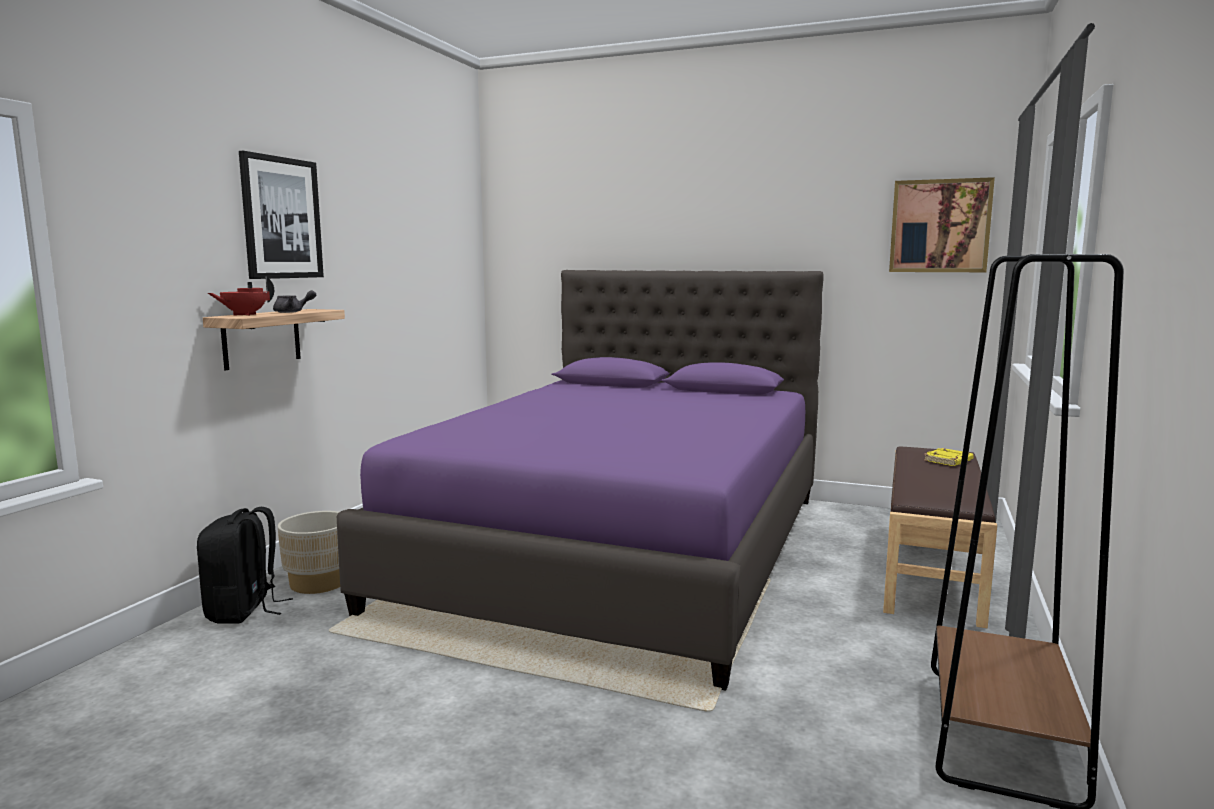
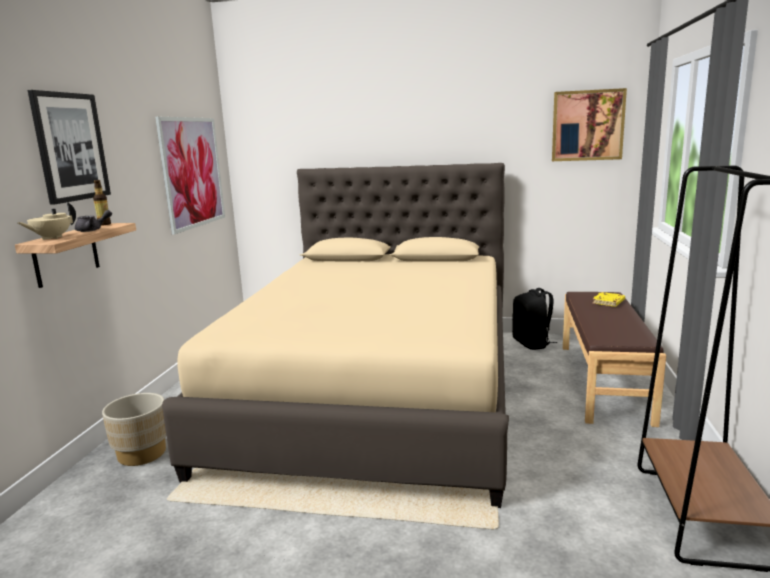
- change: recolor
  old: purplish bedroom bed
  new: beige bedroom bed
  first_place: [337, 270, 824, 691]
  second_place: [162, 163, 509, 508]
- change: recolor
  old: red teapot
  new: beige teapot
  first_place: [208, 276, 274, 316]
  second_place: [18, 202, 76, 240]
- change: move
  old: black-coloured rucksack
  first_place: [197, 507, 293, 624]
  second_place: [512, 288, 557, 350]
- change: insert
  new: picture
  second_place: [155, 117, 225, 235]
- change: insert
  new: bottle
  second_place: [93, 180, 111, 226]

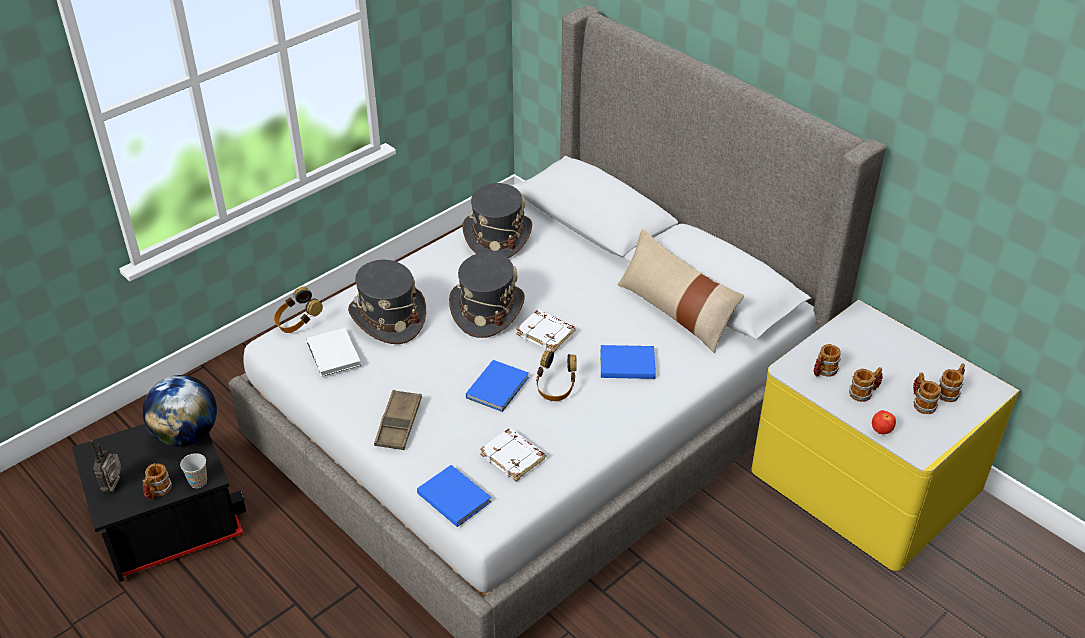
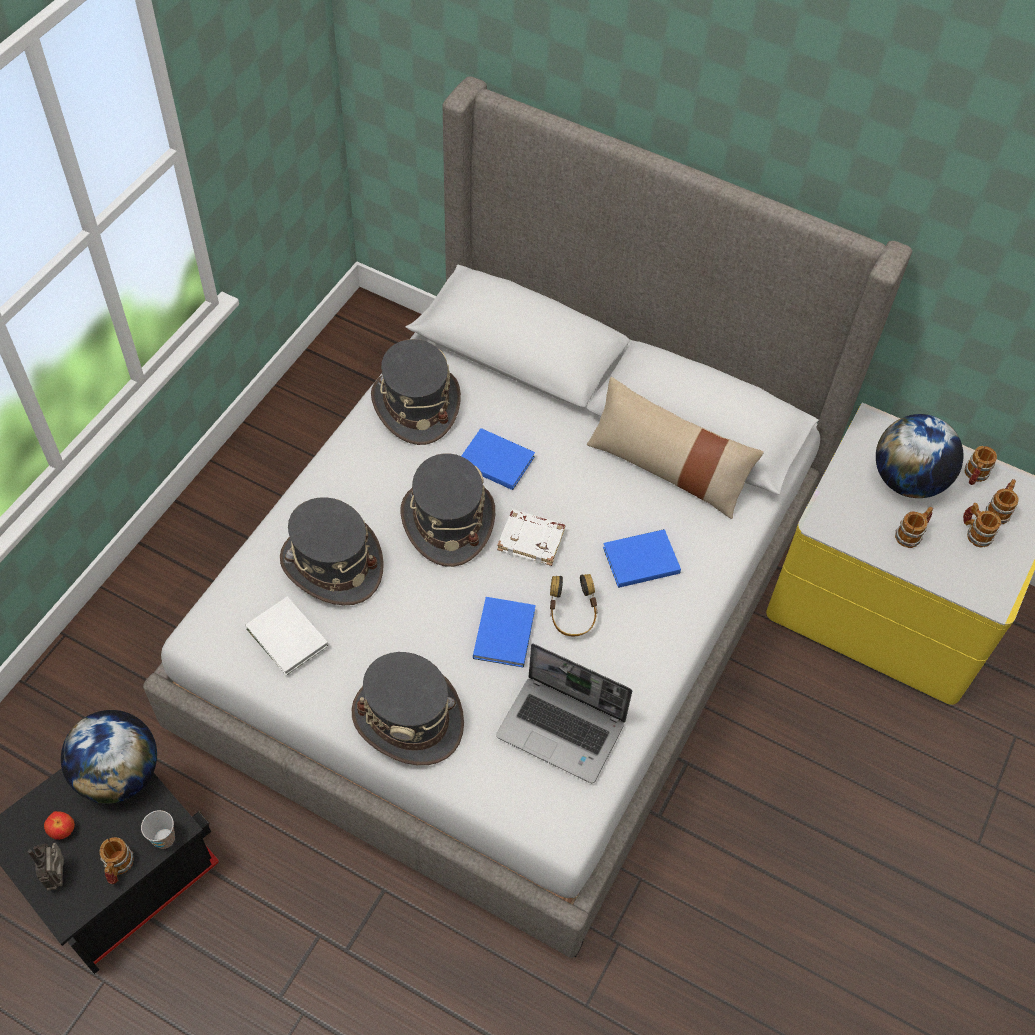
- change: delete
  old: pair of headphones
  first_place: [274, 287, 323, 333]
- change: move
  old: mug
  first_place: [814, 344, 841, 377]
  second_place: [965, 446, 997, 485]
- change: replace
  old: brownish tray
  new: gray wearable hat
  first_place: [374, 390, 422, 450]
  second_place: [352, 652, 464, 765]
- change: move
  old: apple
  first_place: [872, 410, 896, 434]
  second_place: [44, 811, 75, 840]
- change: replace
  old: white volume
  new: portable computer
  first_place: [480, 428, 546, 482]
  second_place: [496, 643, 632, 783]
- change: move
  old: bluish volume
  first_place: [417, 465, 491, 527]
  second_place: [461, 428, 535, 490]
- change: insert
  new: world globe
  second_place: [876, 414, 964, 498]

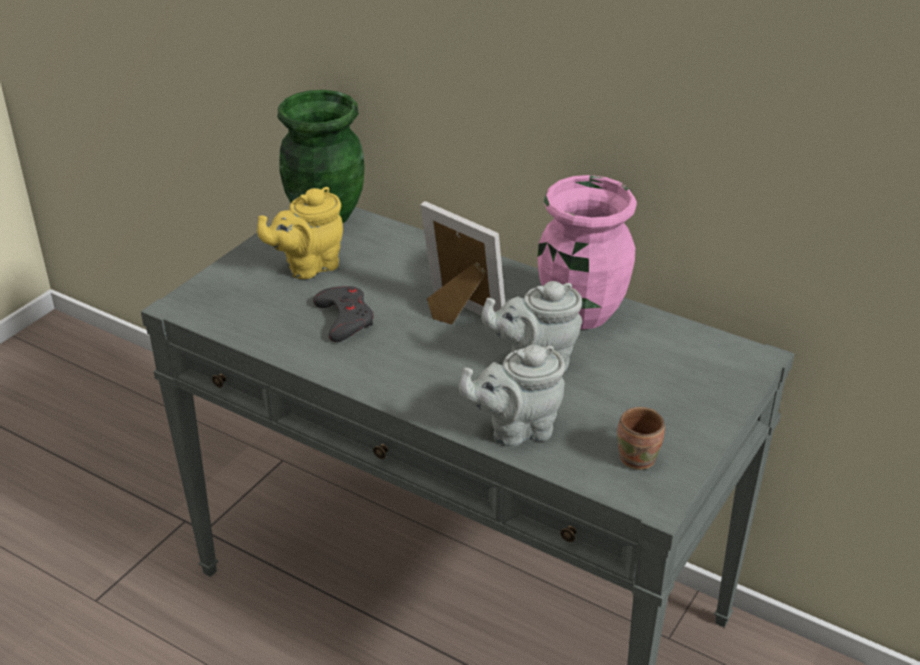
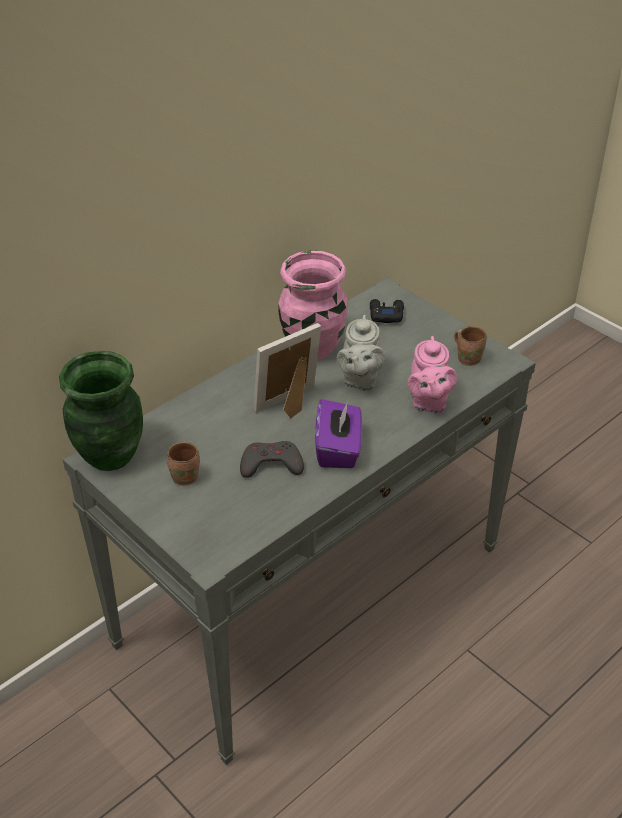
- change: replace
  old: yellowish teapot
  new: brownish mug
  first_place: [257, 187, 343, 279]
  second_place: [167, 441, 200, 486]
- change: recolor
  old: gray teapot
  new: pinkish teapot
  first_place: [459, 345, 565, 447]
  second_place: [407, 336, 457, 413]
- change: insert
  new: black-coloured game controller
  second_place: [370, 299, 404, 323]
- change: insert
  new: purplish box of tissues
  second_place: [315, 399, 362, 468]

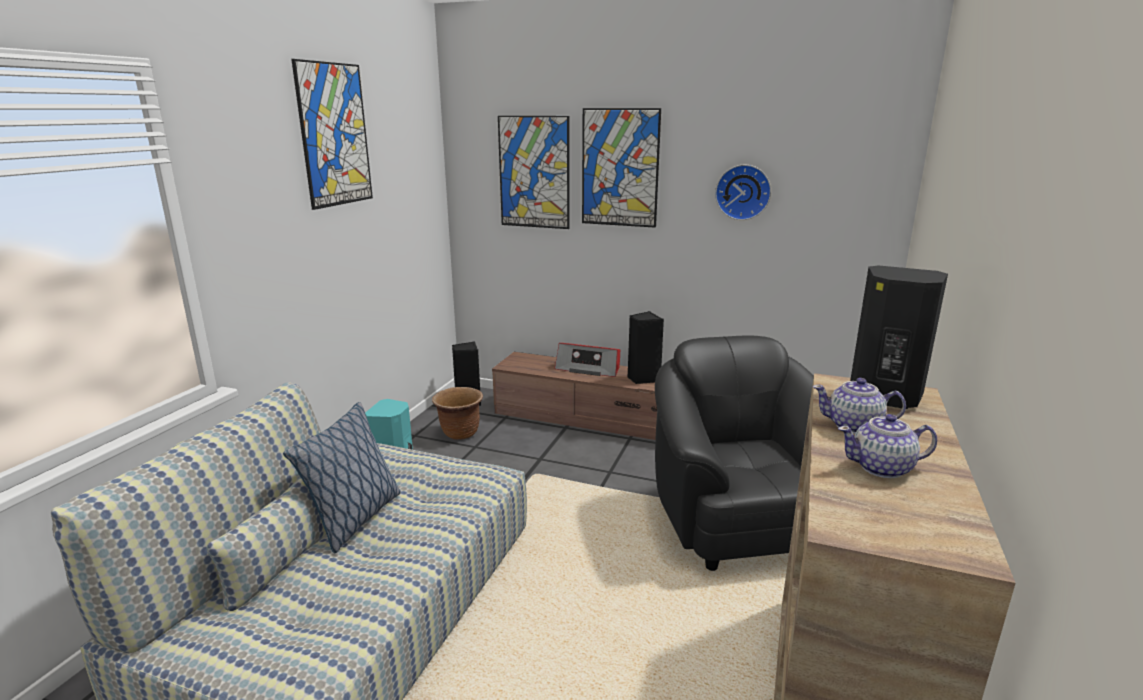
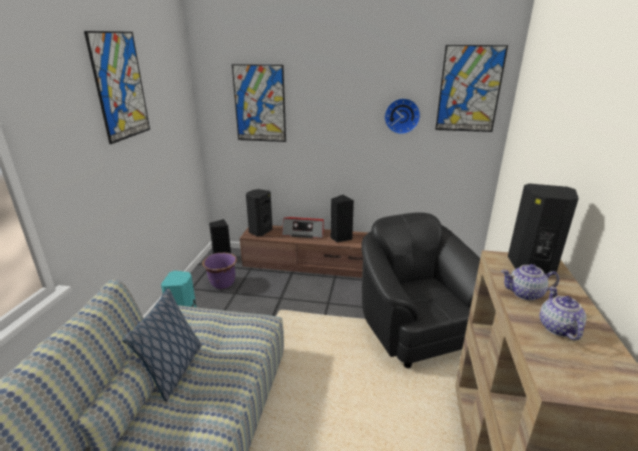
- change: move
  old: picture
  first_place: [582, 108, 661, 228]
  second_place: [435, 45, 508, 132]
- change: recolor
  old: brownish plant pot
  new: purplish plant pot
  first_place: [432, 387, 483, 440]
  second_place: [202, 253, 237, 289]
- change: rotate
  old: teapot
  first_place: [838, 414, 937, 478]
  second_place: [539, 287, 587, 340]
  degrees: 105
- change: insert
  new: black-coloured speaker
  second_place: [246, 189, 273, 236]

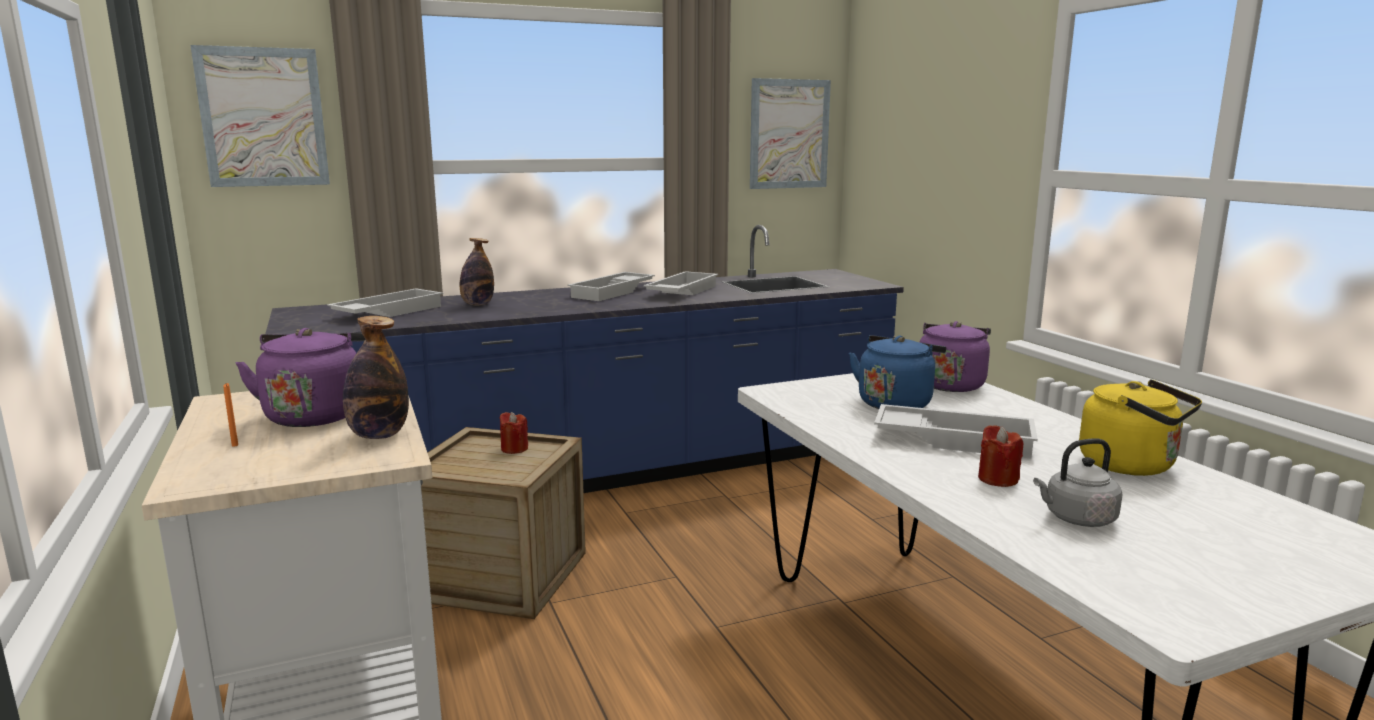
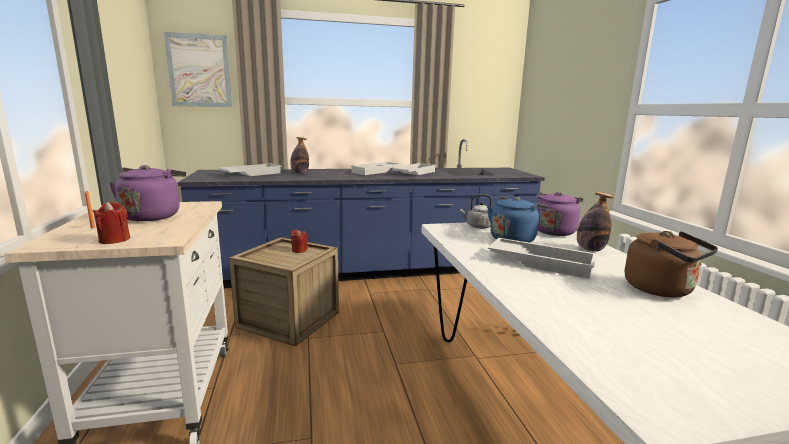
- change: delete
  old: picture
  first_place: [750, 78, 831, 189]
- change: move
  old: bottle
  first_place: [343, 316, 409, 439]
  second_place: [577, 192, 613, 252]
- change: recolor
  old: yellowish kettle
  new: brownish kettle
  first_place: [1079, 379, 1202, 476]
  second_place: [625, 231, 718, 297]
- change: move
  old: red wax candle
  first_place: [978, 425, 1023, 487]
  second_place: [93, 202, 130, 244]
- change: move
  old: gray kettle
  first_place: [1033, 438, 1123, 527]
  second_place: [459, 194, 492, 229]

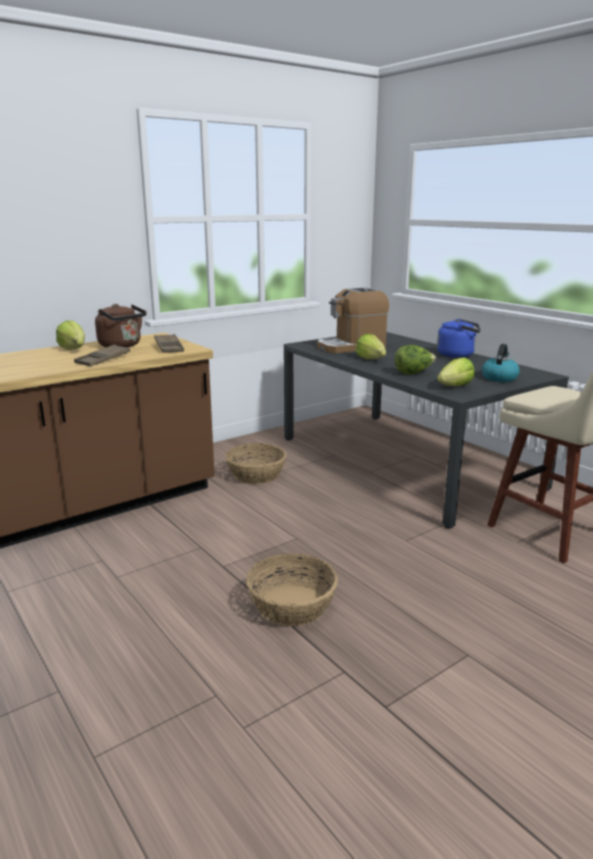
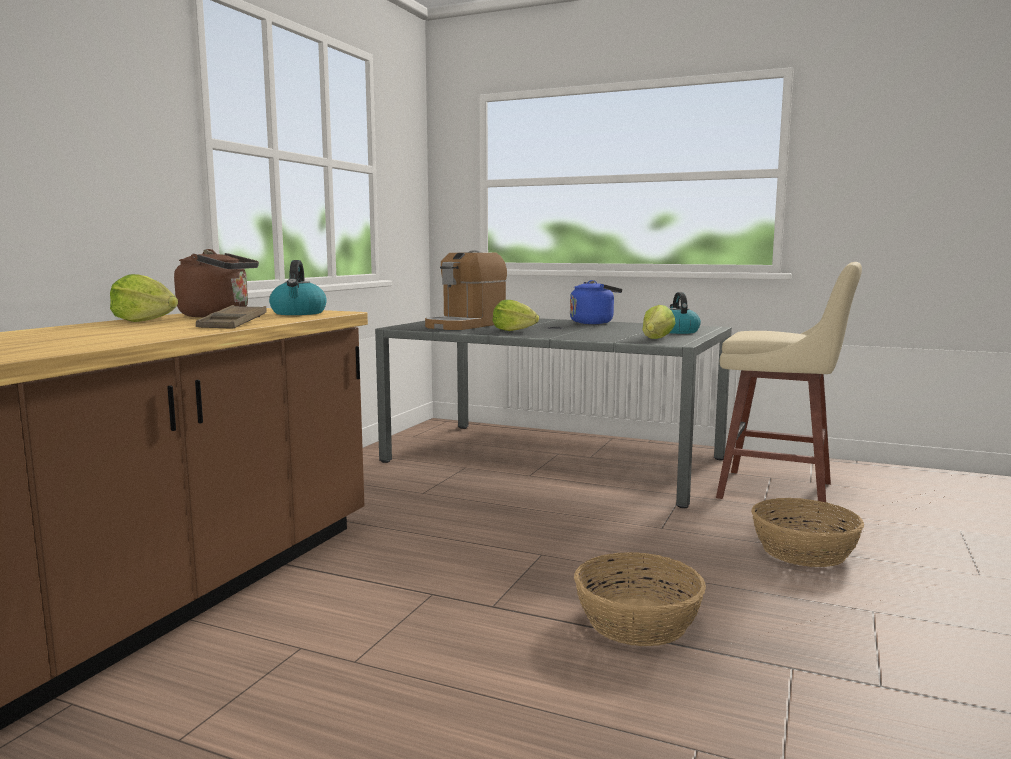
- change: replace
  old: brownish tray
  new: kettle
  first_place: [154, 334, 184, 353]
  second_place: [269, 260, 327, 315]
- change: delete
  old: lettuce
  first_place: [395, 345, 436, 374]
- change: move
  old: storage basket
  first_place: [225, 443, 287, 484]
  second_place: [751, 498, 865, 567]

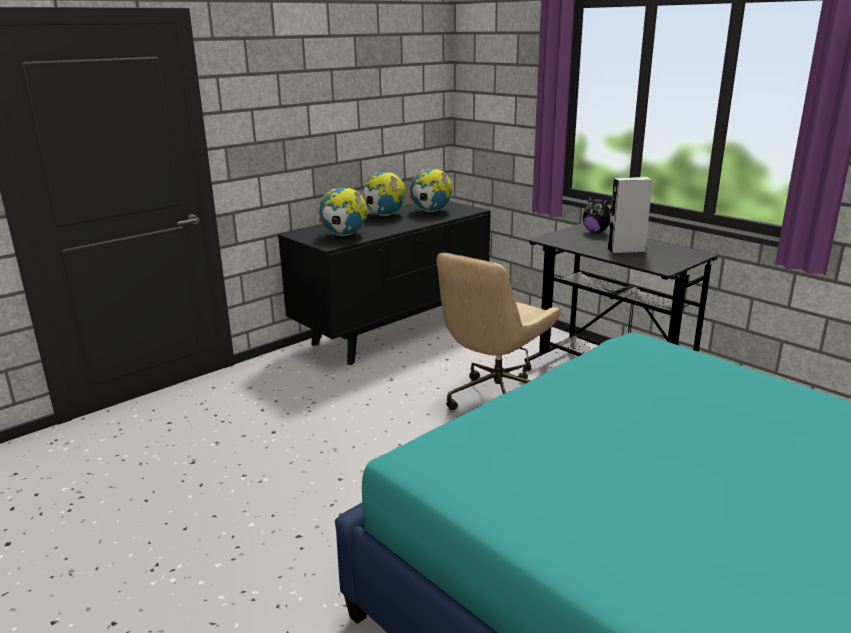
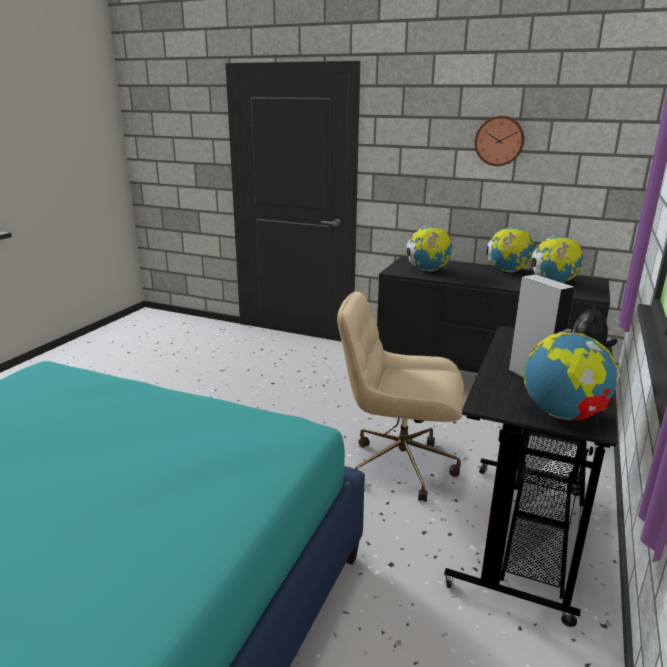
- change: insert
  new: clock on the wall
  second_place: [475, 116, 525, 166]
- change: insert
  new: world globe
  second_place: [524, 329, 620, 420]

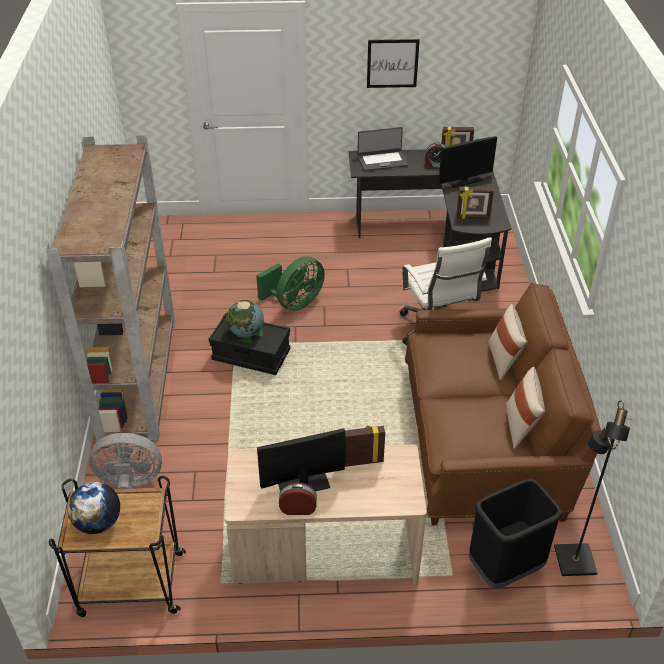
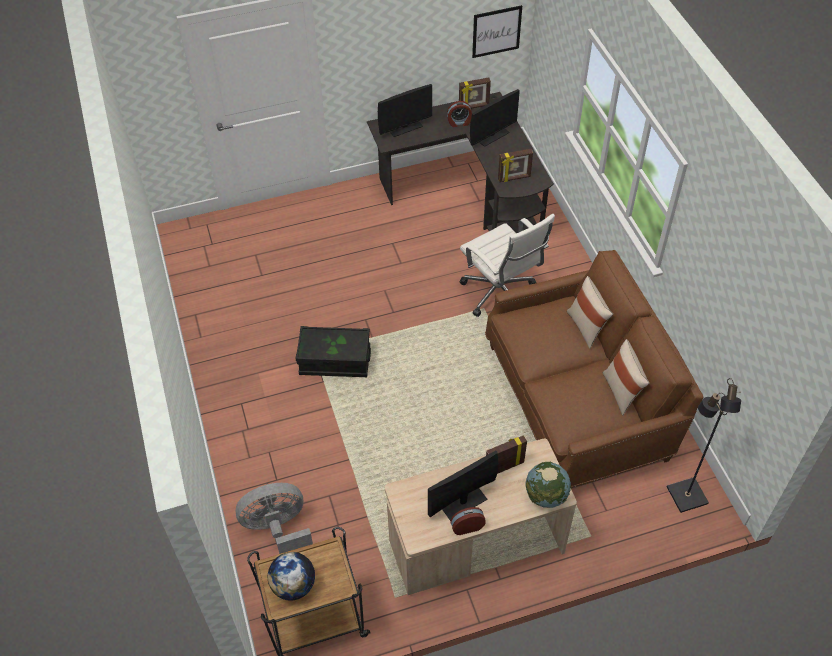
- change: move
  old: picture
  first_place: [367, 39, 420, 88]
  second_place: [472, 5, 522, 58]
- change: replace
  old: portable computer
  new: computer display
  first_place: [358, 127, 408, 171]
  second_place: [378, 84, 432, 137]
- change: delete
  old: brownish bookshelf
  first_place: [46, 135, 175, 442]
- change: delete
  old: greenish electric fan
  first_place: [256, 257, 325, 311]
- change: move
  old: world globe
  first_place: [226, 300, 264, 338]
  second_place: [525, 462, 571, 508]
- change: delete
  old: black-coloured waste bin
  first_place: [469, 479, 563, 589]

